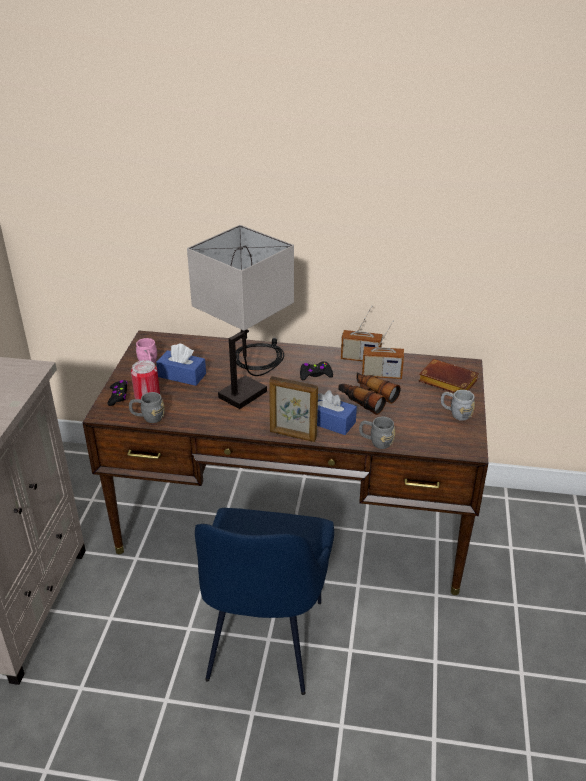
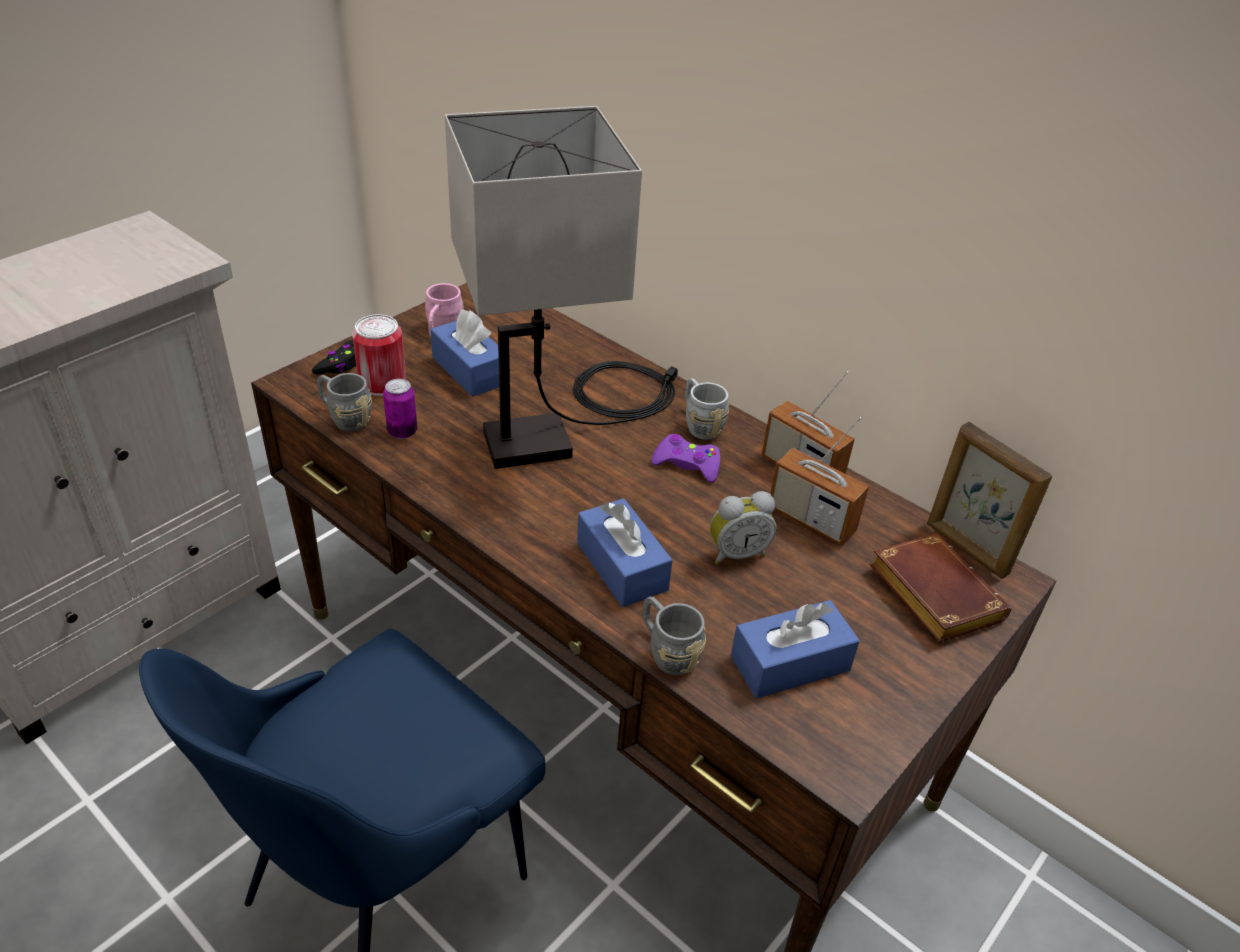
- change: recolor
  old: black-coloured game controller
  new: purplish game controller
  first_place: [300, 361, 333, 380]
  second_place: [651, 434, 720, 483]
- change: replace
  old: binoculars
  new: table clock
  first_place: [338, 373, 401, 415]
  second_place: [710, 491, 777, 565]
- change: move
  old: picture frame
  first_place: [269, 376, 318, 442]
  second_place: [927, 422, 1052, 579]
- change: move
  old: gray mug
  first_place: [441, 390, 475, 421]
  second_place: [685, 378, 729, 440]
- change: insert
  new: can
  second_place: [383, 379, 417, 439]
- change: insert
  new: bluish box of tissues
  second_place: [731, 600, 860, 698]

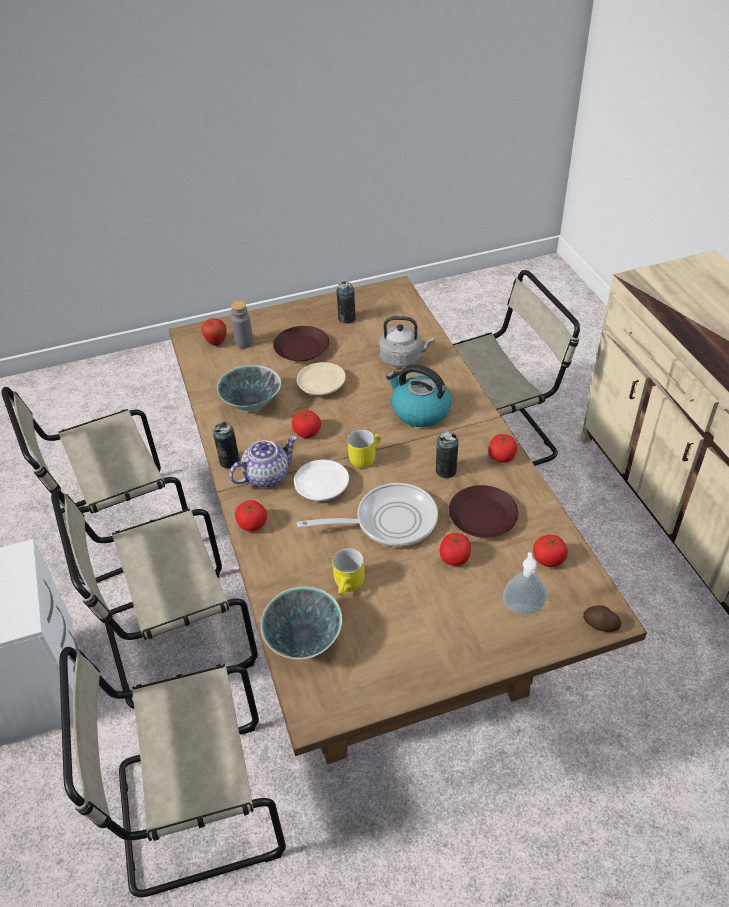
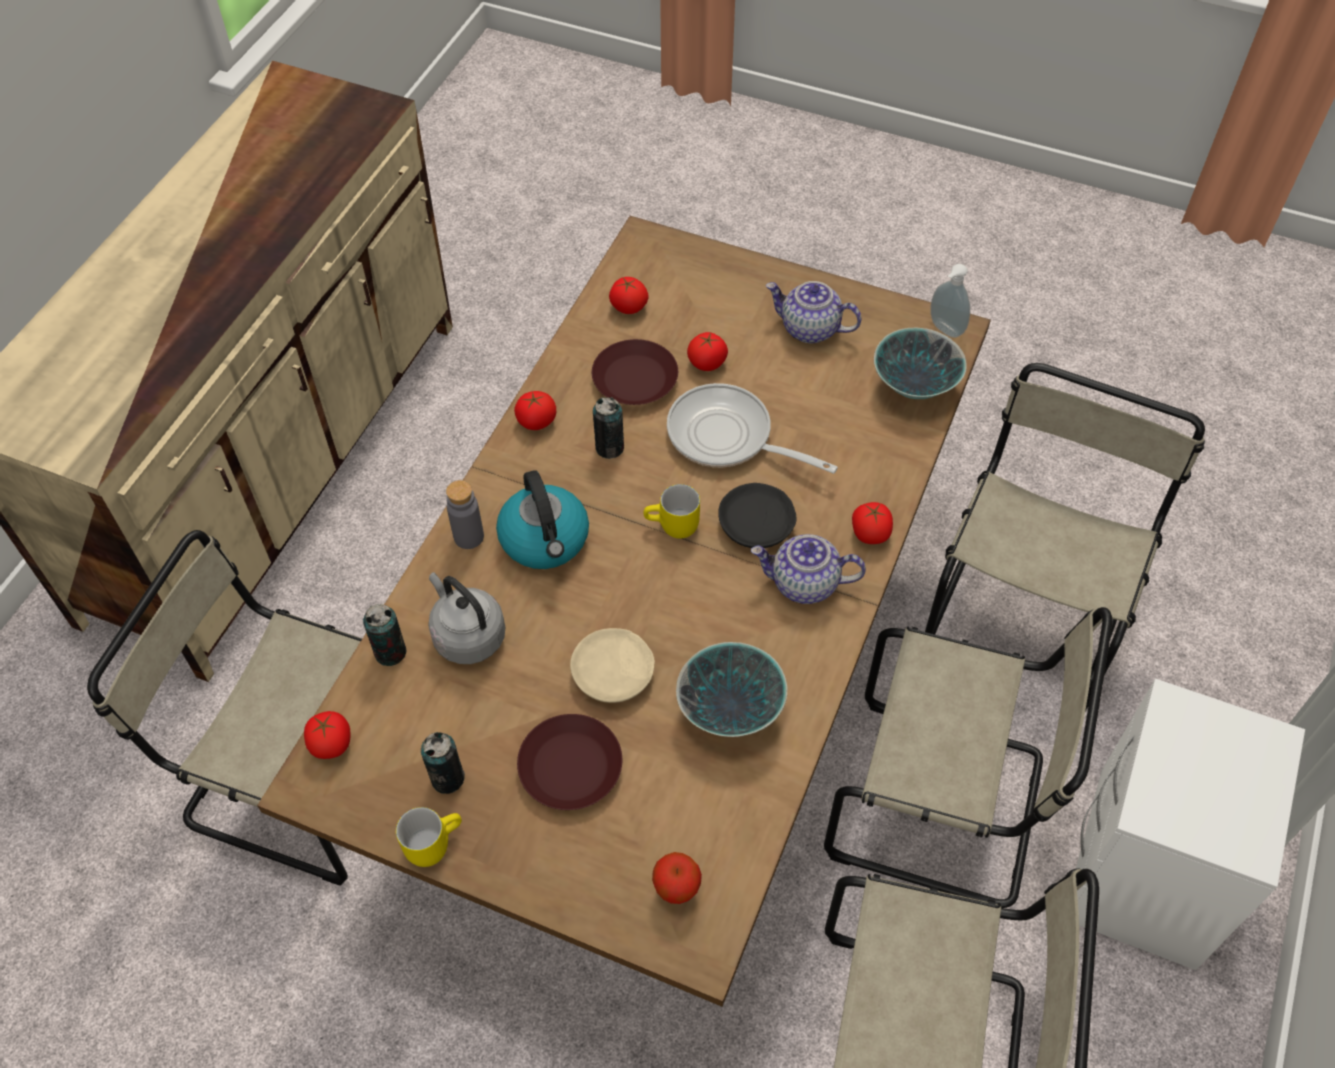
- change: move
  old: gray bottle
  first_place: [231, 301, 253, 348]
  second_place: [446, 480, 484, 549]
- change: move
  old: tomato
  first_place: [292, 410, 321, 438]
  second_place: [304, 711, 351, 759]
- change: move
  old: can
  first_place: [213, 422, 240, 468]
  second_place: [363, 604, 406, 666]
- change: recolor
  old: white flat dish
  new: black-coloured flat dish
  first_place: [294, 460, 349, 501]
  second_place: [718, 483, 797, 548]
- change: move
  old: yellowish mug
  first_place: [333, 548, 364, 596]
  second_place: [396, 807, 462, 867]
- change: move
  old: liquid soap bottle
  first_place: [503, 552, 547, 614]
  second_place: [931, 264, 970, 338]
- change: delete
  old: spud
  first_place: [583, 605, 621, 632]
- change: rotate
  old: beige plain chair
  first_place: [59, 647, 286, 897]
  second_place: [925, 363, 1205, 712]
  degrees: -90
- change: insert
  new: teapot
  second_place: [766, 281, 862, 343]

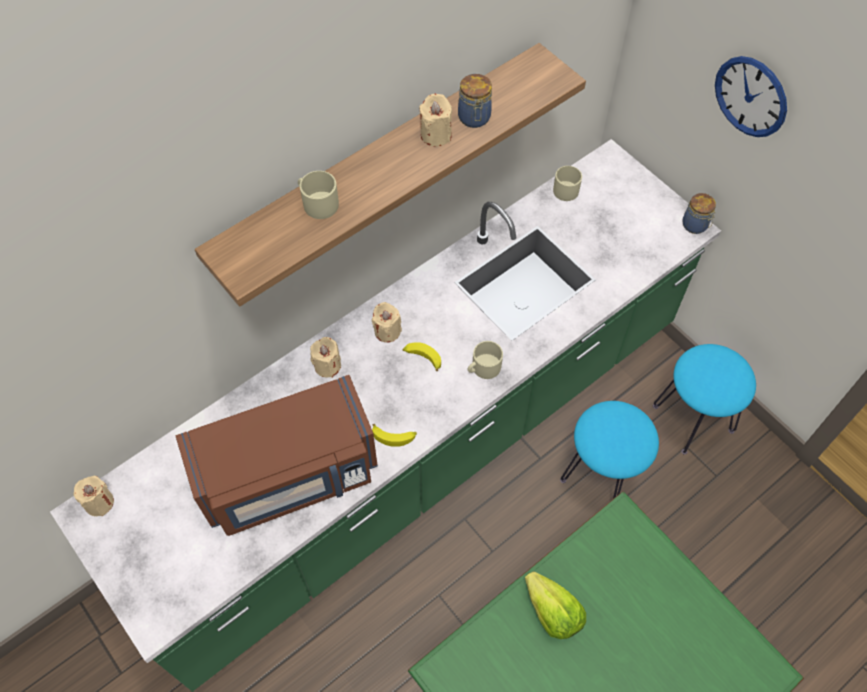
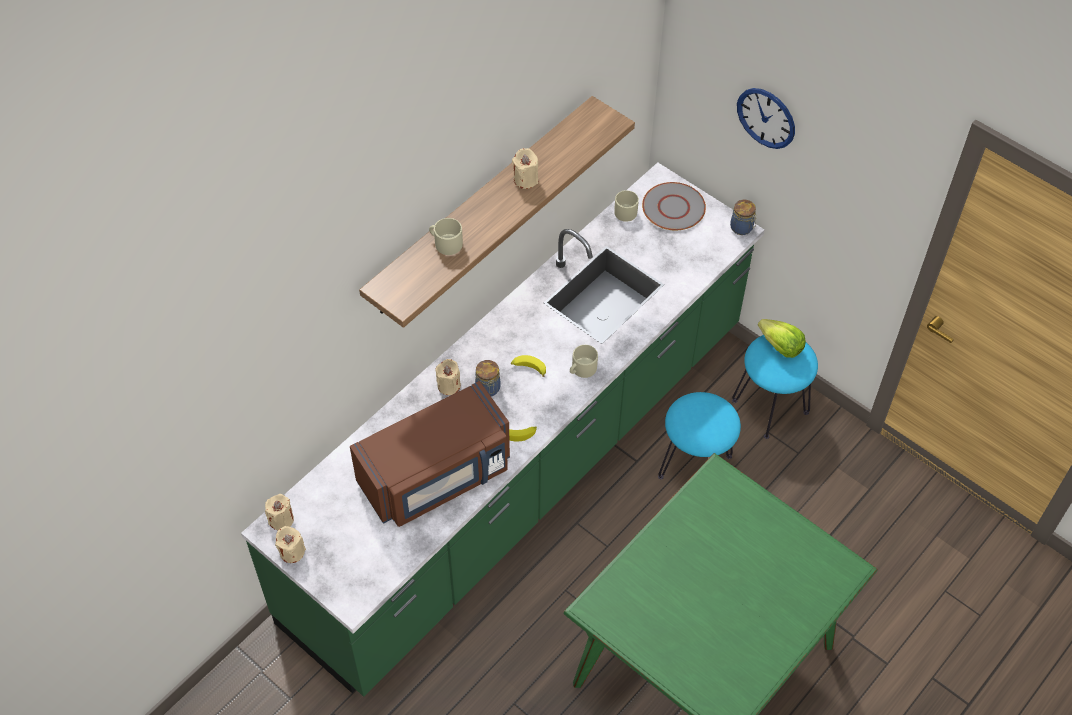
- change: move
  old: storage jar
  first_place: [458, 74, 492, 128]
  second_place: [475, 360, 501, 397]
- change: move
  old: beige wax candle
  first_place: [372, 302, 402, 343]
  second_place: [275, 526, 306, 563]
- change: move
  old: lettuce
  first_place: [525, 571, 586, 639]
  second_place: [758, 319, 806, 358]
- change: insert
  new: gray flat dish
  second_place: [642, 182, 706, 230]

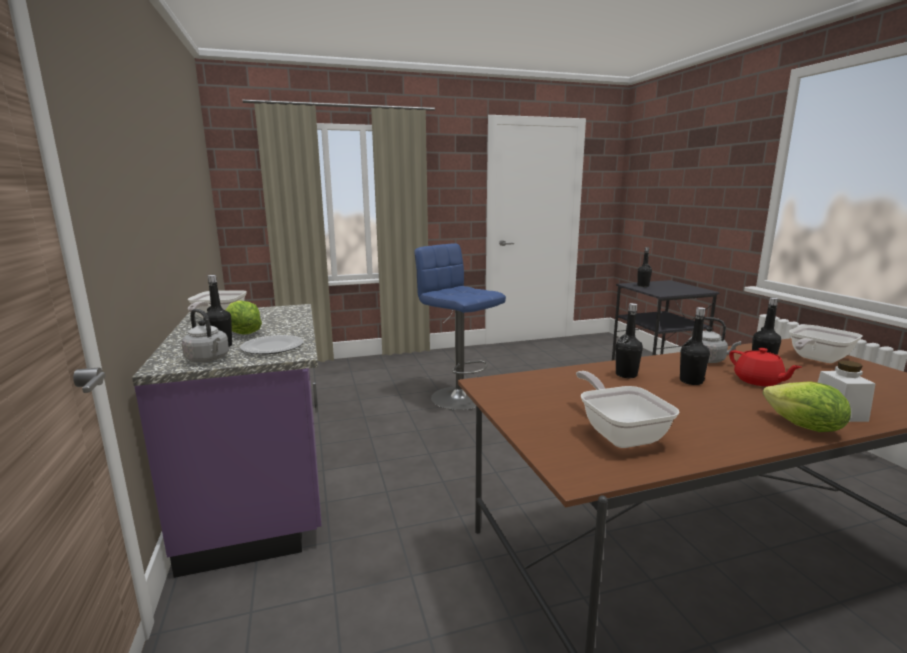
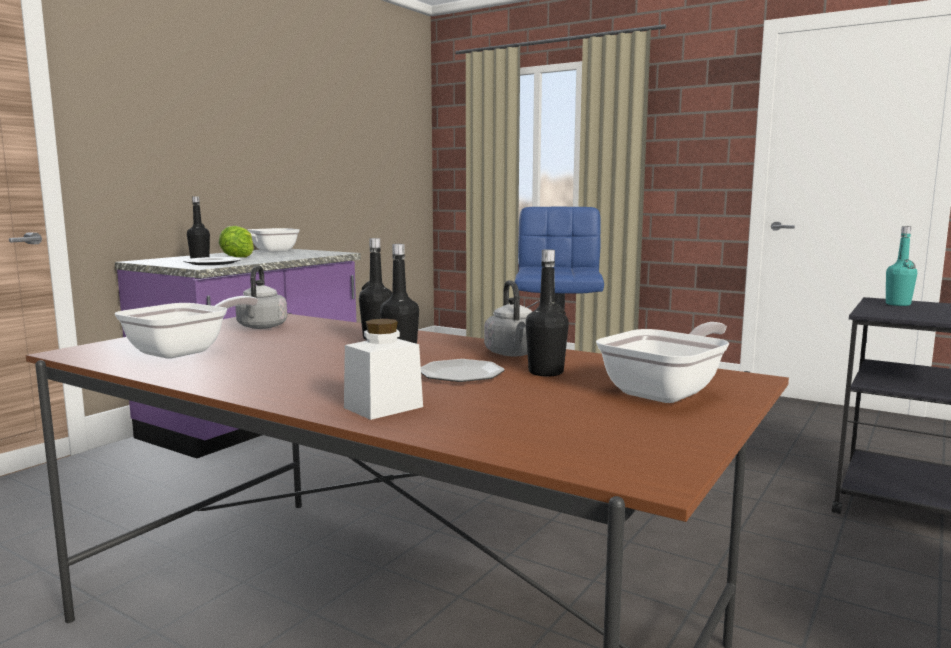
- change: recolor
  old: black-coloured bottle
  new: blue-green bottle
  first_place: [637, 247, 652, 287]
  second_place: [886, 226, 917, 306]
- change: move
  old: gray kettle
  first_place: [182, 309, 229, 362]
  second_place: [235, 265, 287, 329]
- change: rotate
  old: frying pan
  first_place: [789, 325, 863, 363]
  second_place: [596, 322, 729, 403]
  degrees: 120
- change: replace
  old: red teapot
  new: flat dish
  first_place: [729, 348, 802, 386]
  second_place: [421, 359, 504, 382]
- change: delete
  old: lettuce
  first_place: [762, 381, 851, 432]

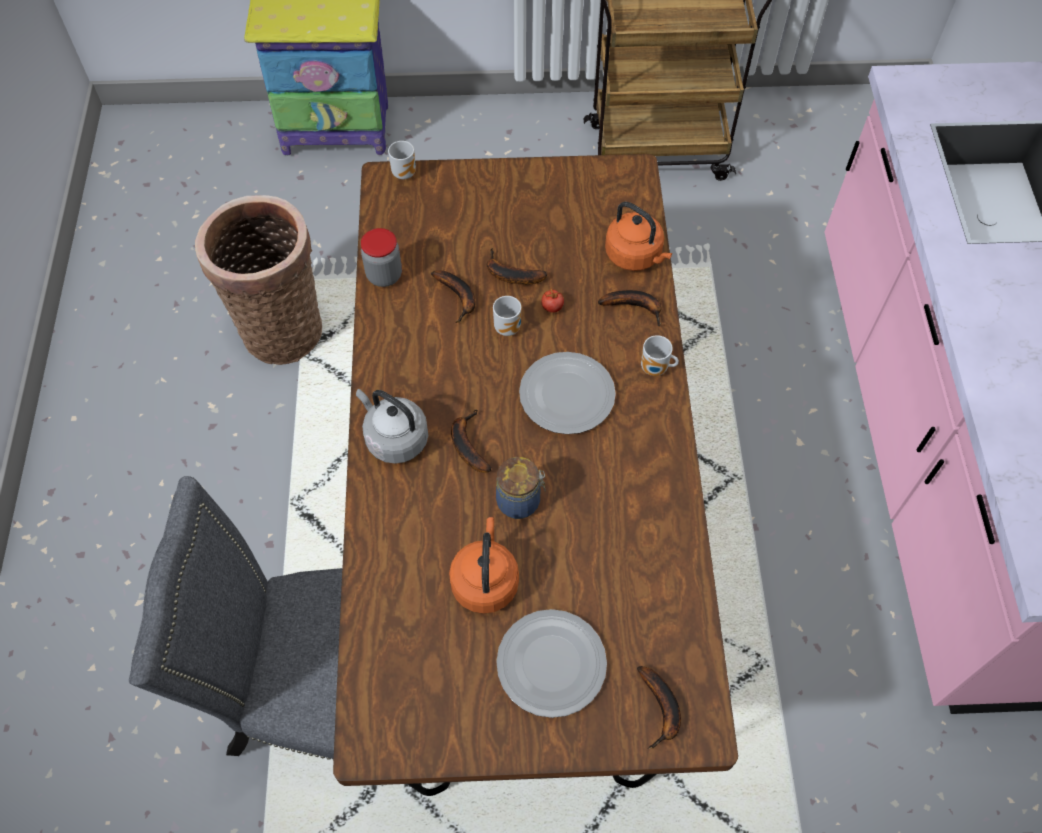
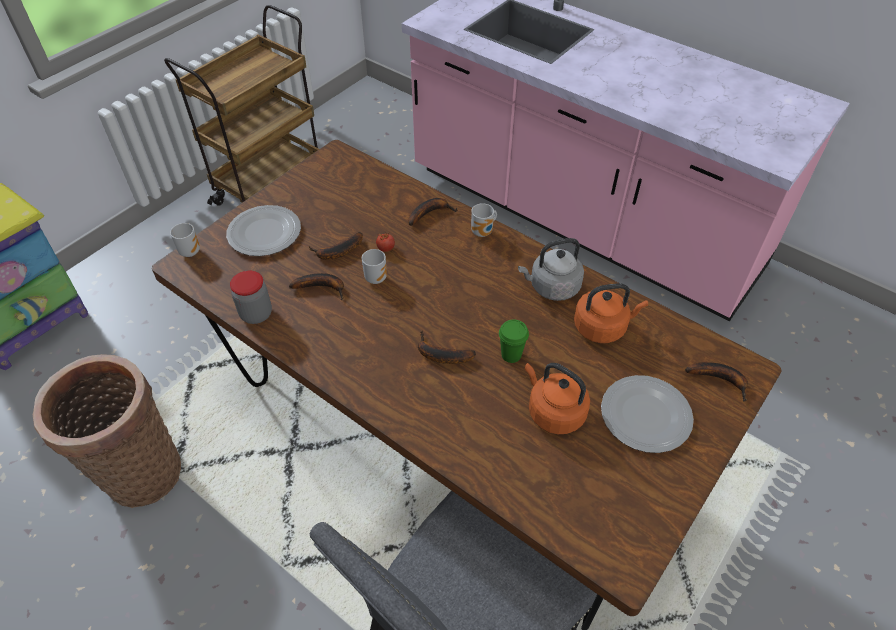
- change: move
  old: orange kettle
  first_place: [605, 202, 672, 271]
  second_place: [574, 283, 648, 343]
- change: move
  old: flat dish
  first_place: [519, 352, 616, 434]
  second_place: [226, 205, 301, 256]
- change: move
  old: gray kettle
  first_place: [356, 389, 428, 464]
  second_place: [518, 238, 584, 301]
- change: replace
  old: storage jar
  new: greenish small cup
  first_place: [496, 457, 546, 519]
  second_place: [499, 319, 529, 363]

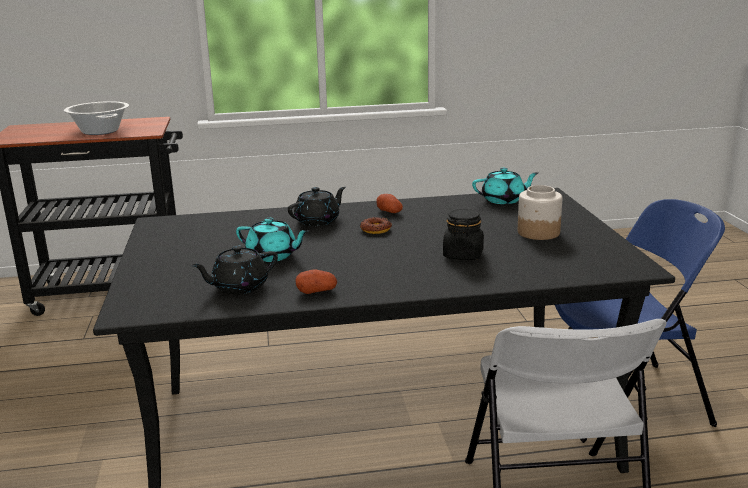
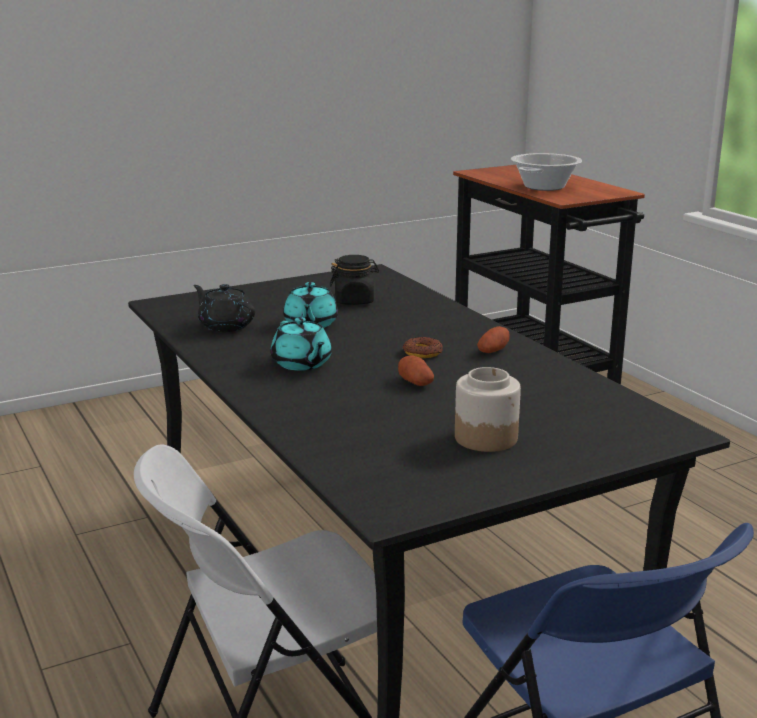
- change: move
  old: blue-green teapot
  first_place: [472, 168, 538, 204]
  second_place: [270, 317, 332, 371]
- change: delete
  old: black-coloured teapot
  first_place: [288, 187, 346, 226]
- change: move
  old: black-coloured storage jar
  first_place: [443, 209, 484, 260]
  second_place: [330, 255, 379, 305]
- change: move
  old: spud
  first_place: [295, 269, 337, 294]
  second_place: [398, 355, 434, 386]

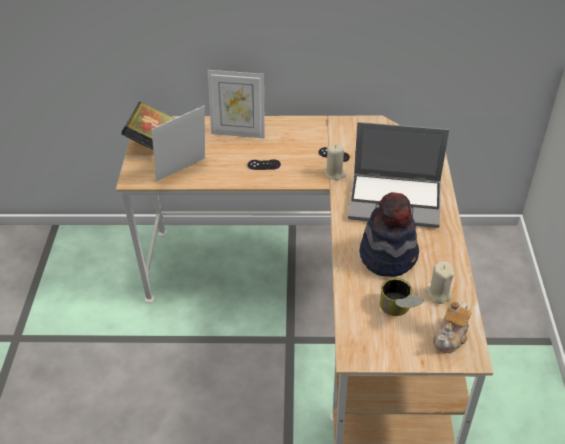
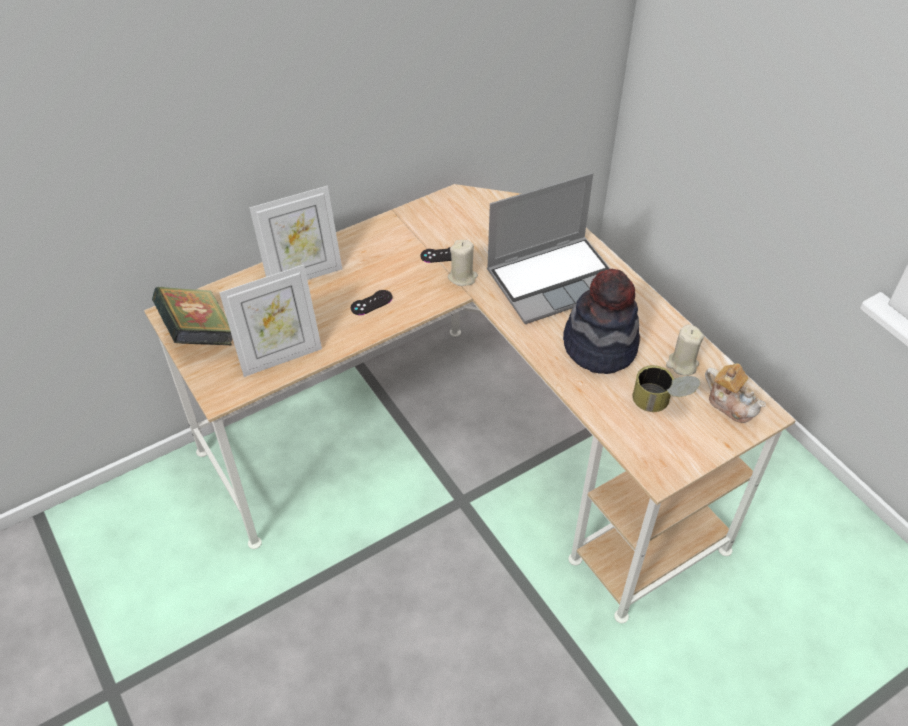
- change: rotate
  old: picture frame
  first_place: [152, 106, 205, 182]
  second_place: [219, 265, 322, 377]
  degrees: -135
- change: rotate
  old: teapot
  first_place: [433, 301, 471, 353]
  second_place: [705, 363, 766, 423]
  degrees: -45

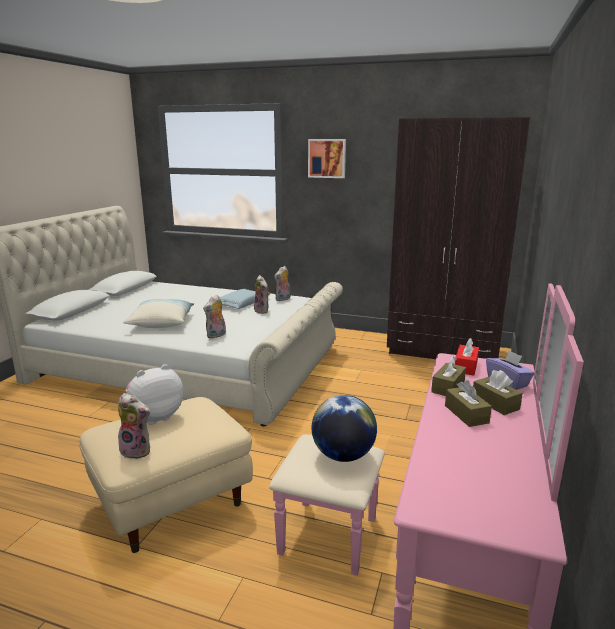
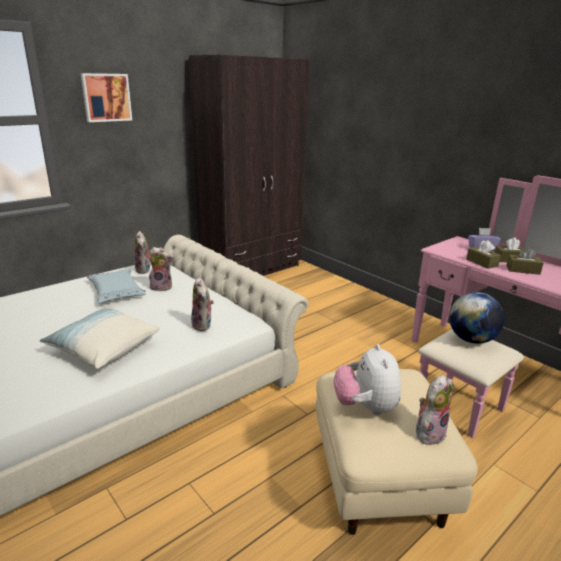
- change: delete
  old: red box of tissues
  first_place: [455, 338, 479, 376]

